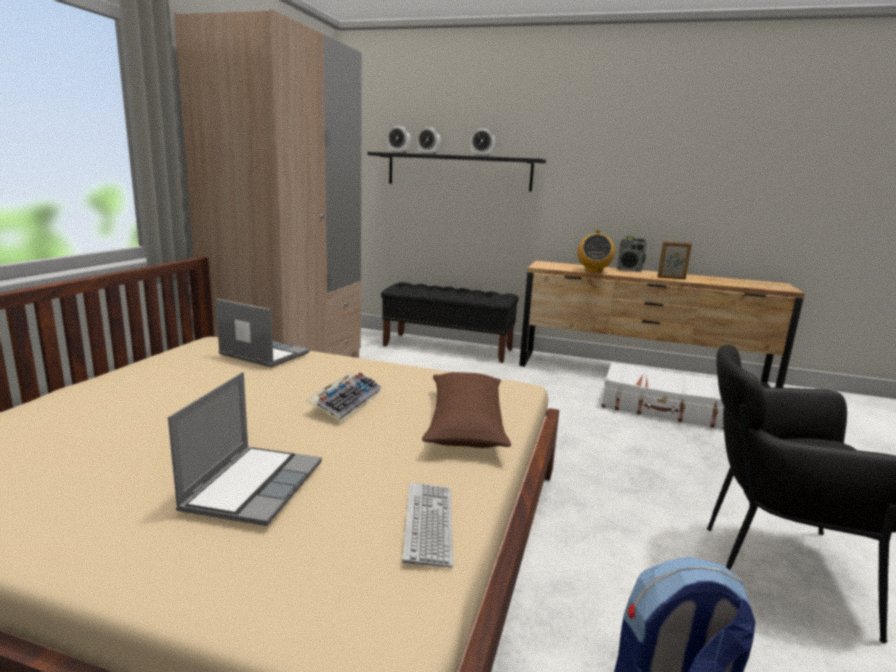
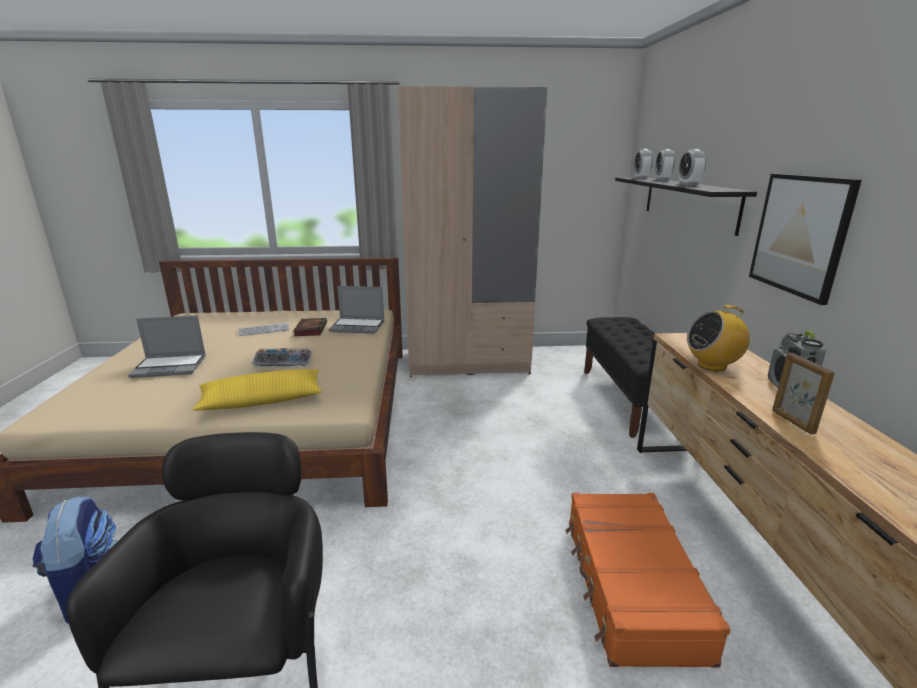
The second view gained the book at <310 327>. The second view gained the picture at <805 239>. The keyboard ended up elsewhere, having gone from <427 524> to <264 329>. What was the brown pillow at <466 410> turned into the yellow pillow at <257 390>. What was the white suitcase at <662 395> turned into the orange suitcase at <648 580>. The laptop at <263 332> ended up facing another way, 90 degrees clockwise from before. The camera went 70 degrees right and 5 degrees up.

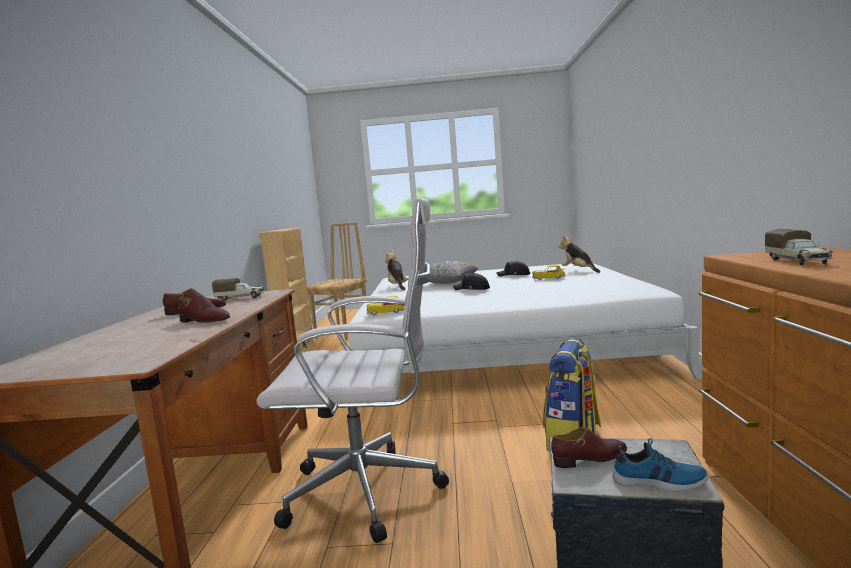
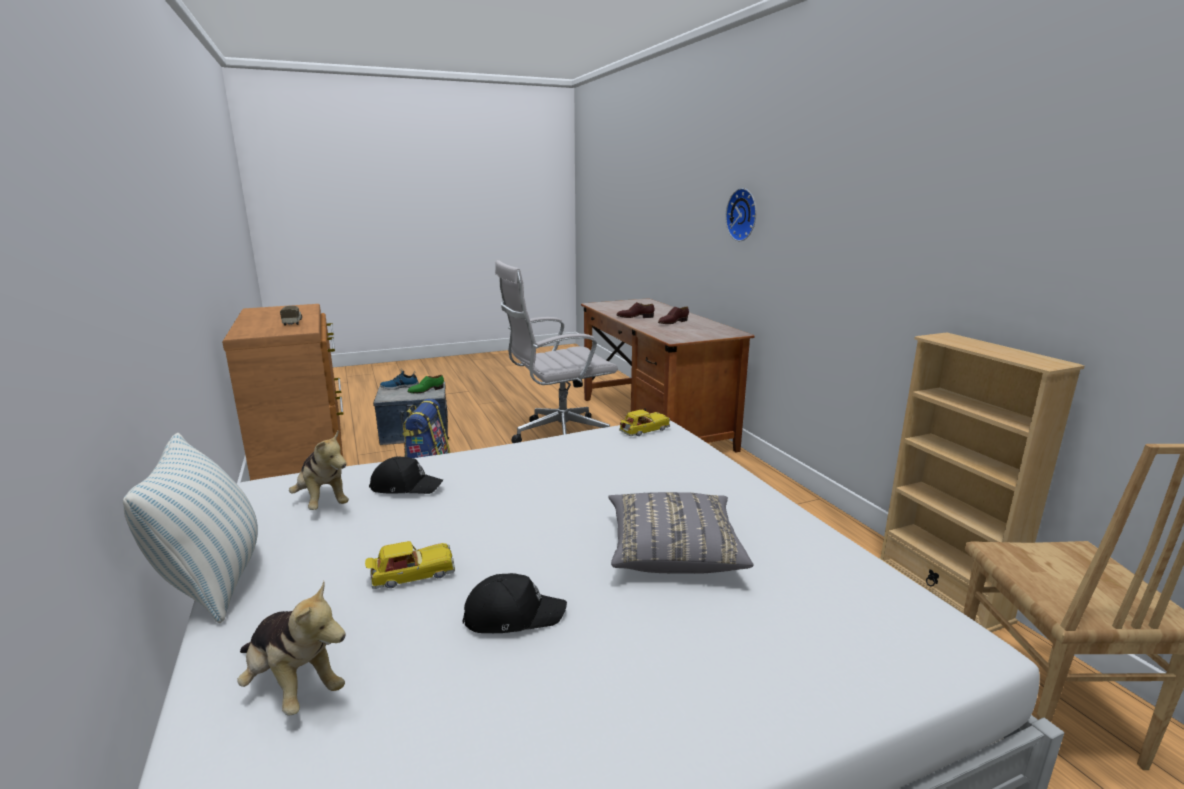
The second view lost the toy truck at <238 289>. The second view gained the pillow at <190 528>. The second view gained the wall clock at <740 214>. The plush toy ended up elsewhere, having gone from <397 270> to <319 470>. The black cap ended up elsewhere, having gone from <471 281> to <406 475>. What was the brown shoe at <589 447> turned into the green shoe at <425 384>. The camera went 155 degrees right and 10 degrees up.

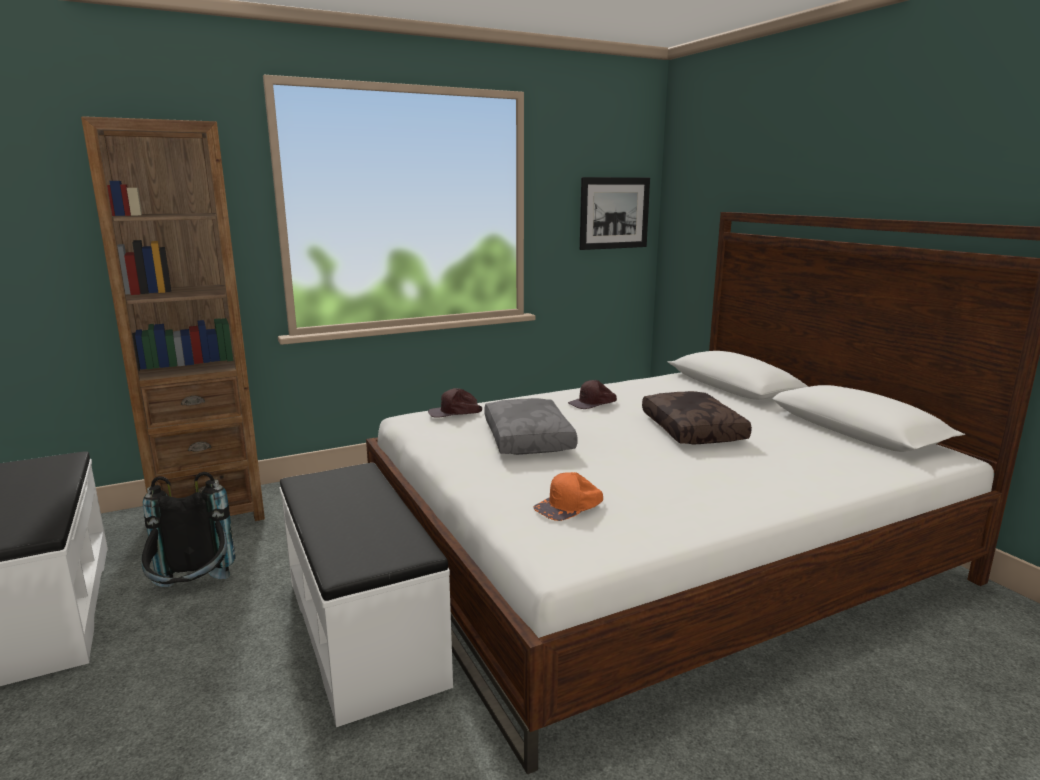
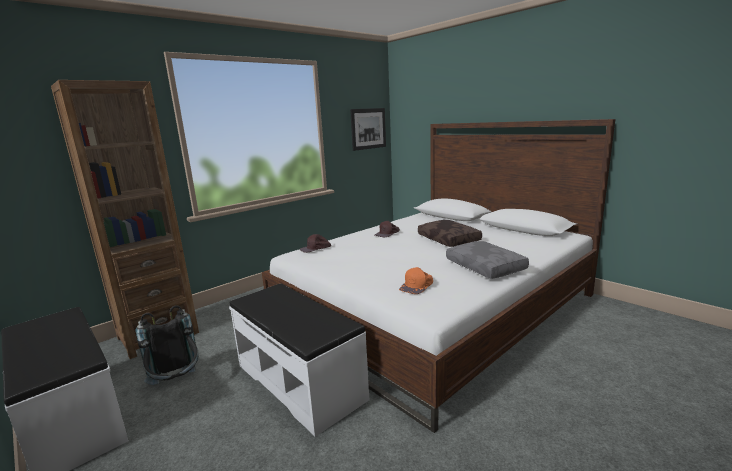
The grey pillow ended up elsewhere, having gone from <531 426> to <487 260>. The camera went 15 degrees left and 0 degrees up.

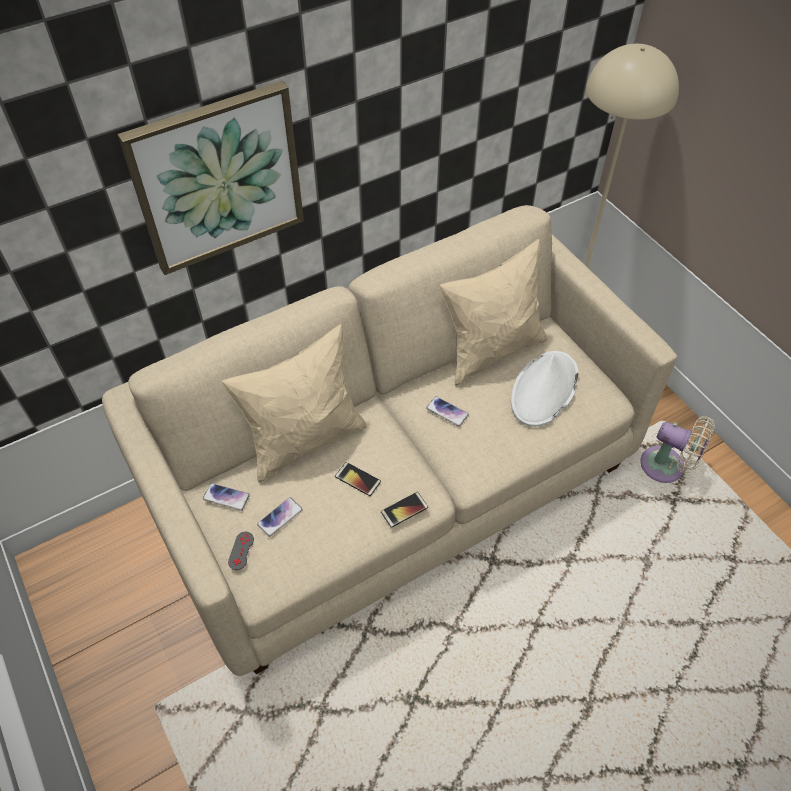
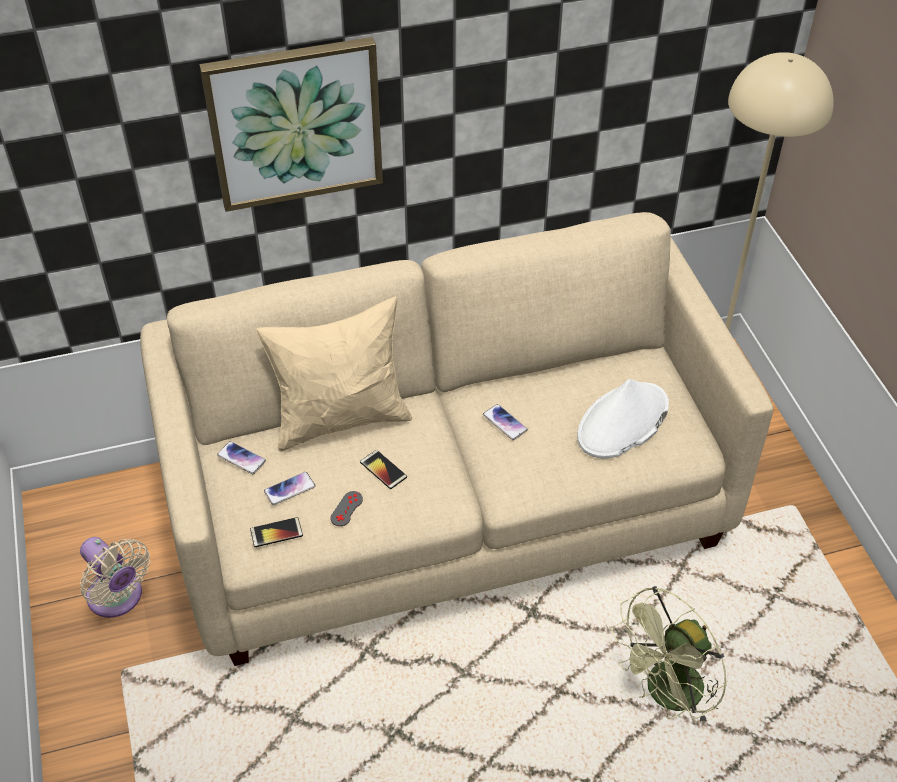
The second view lost the beige pillow at <493 312>. The second view gained the green fan at <669 656>. The grey game controller ended up elsewhere, having gone from <241 551> to <346 508>. The phone ended up elsewhere, having gone from <404 510> to <276 532>. The beige fan ended up elsewhere, having gone from <677 449> to <115 577>. The camera went 15 degrees right and 5 degrees down.

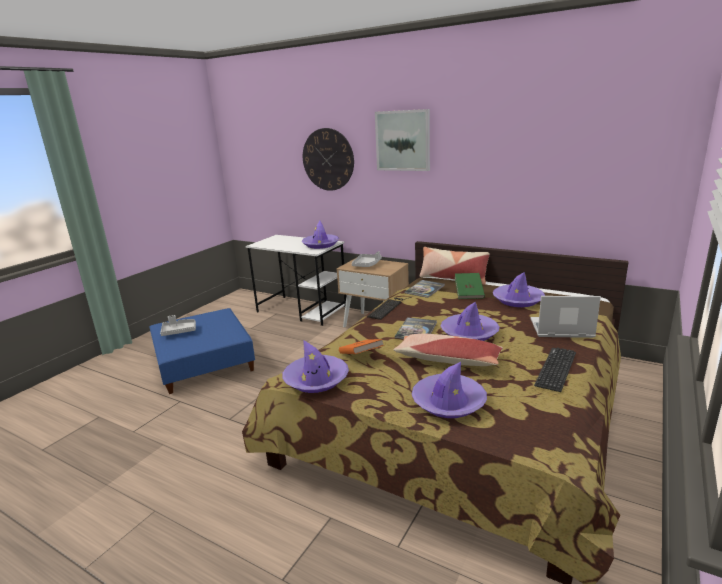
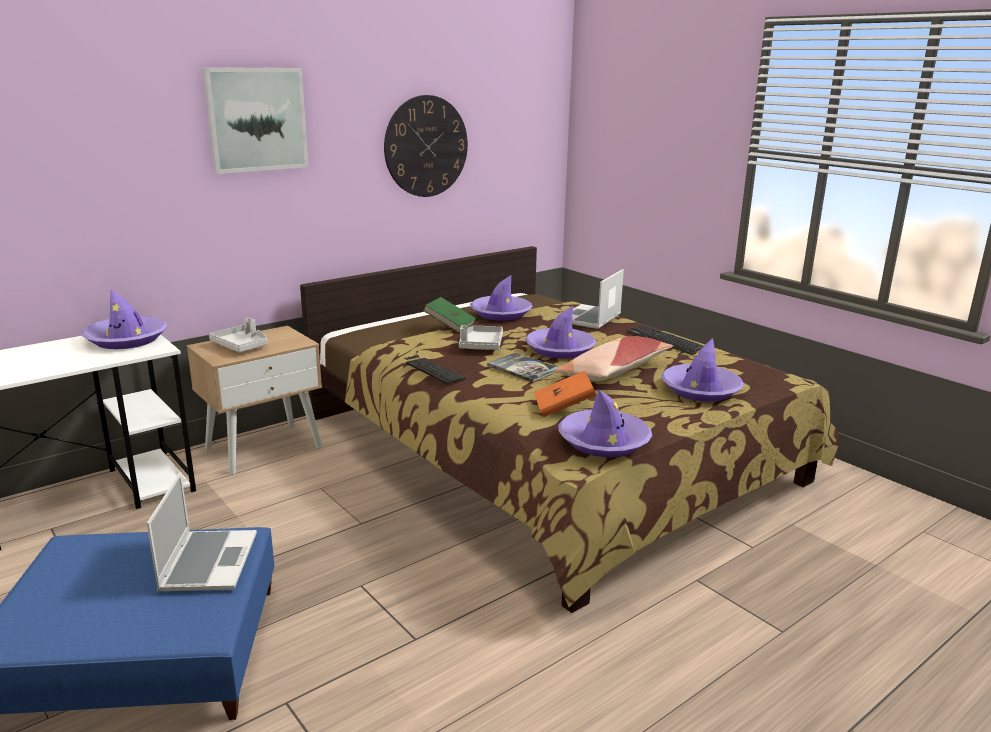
The second view lost the book at <425 289>. The second view lost the pillow at <455 266>. The second view gained the laptop at <202 531>. The grey tray ended up elsewhere, having gone from <178 325> to <481 337>. The wall clock ended up elsewhere, having gone from <328 159> to <426 146>. The camera went 70 degrees left and 0 degrees up.

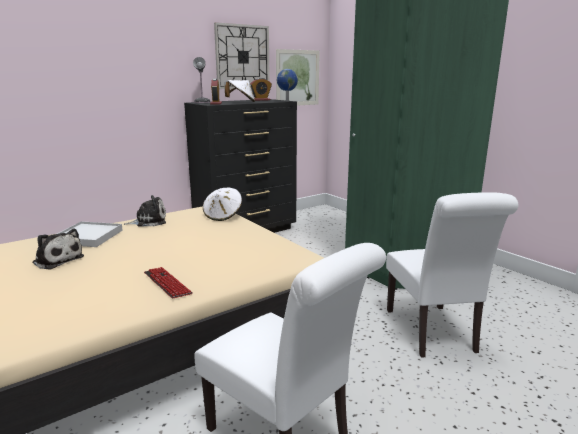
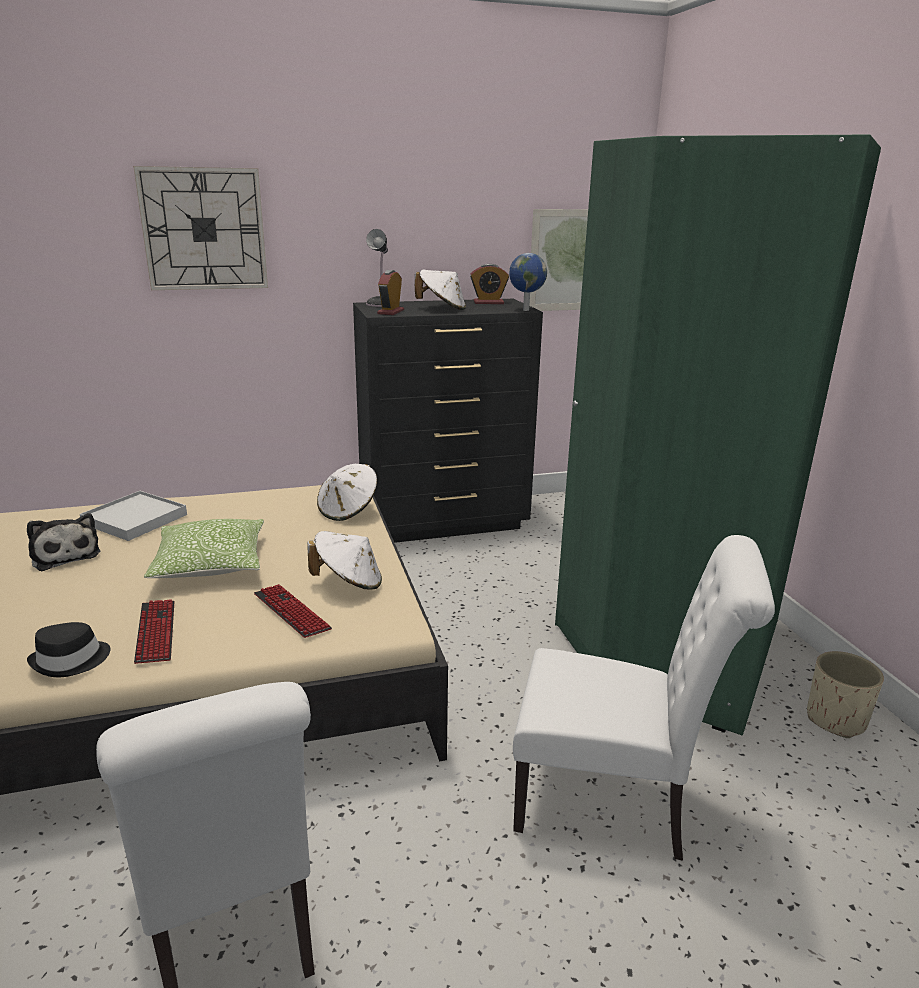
The second view lost the plush toy at <144 211>. The second view gained the black hat at <69 649>. The second view gained the pillow at <204 548>. The second view gained the keyboard at <293 611>. The second view gained the white hat at <344 560>. The second view gained the beige planter at <845 694>. The wall clock ended up elsewhere, having gone from <242 55> to <200 228>. The white chair at <452 275> ended up facing another way, 90 degrees counterclockwise from before. The camera went 20 degrees right and 5 degrees up.

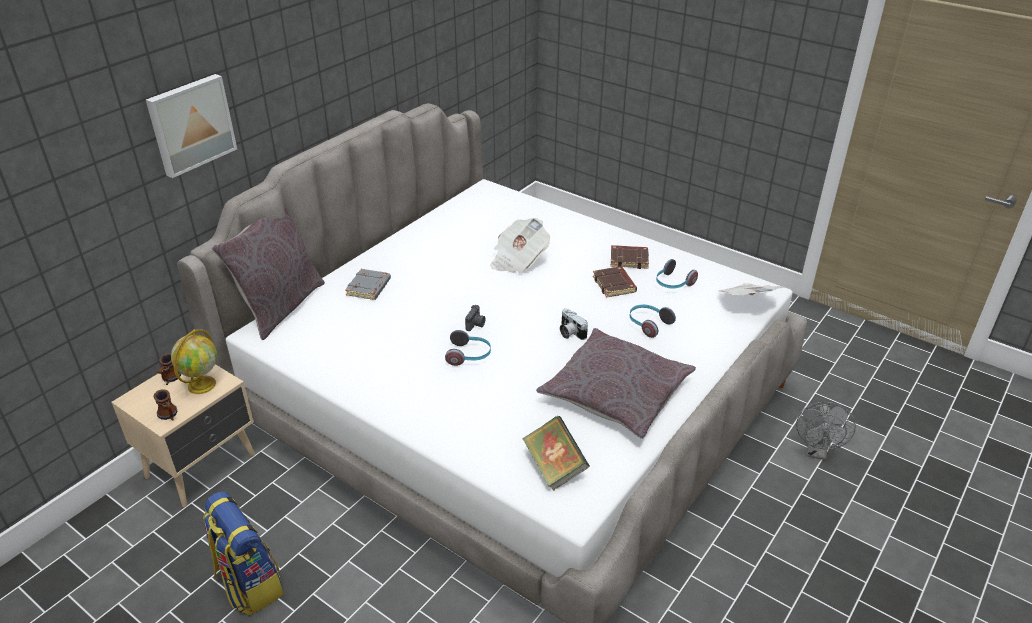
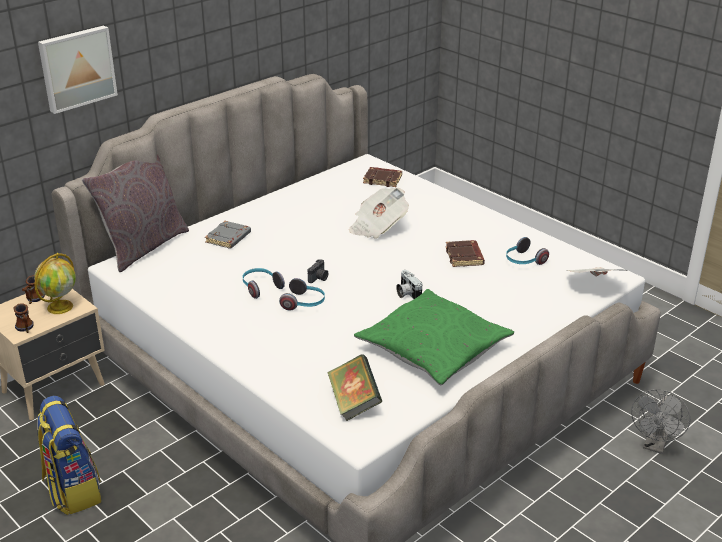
The brown book ended up elsewhere, having gone from <630 257> to <382 177>. The headphones ended up elsewhere, having gone from <652 321> to <264 283>. What was the grey pillow at <616 383> turned into the green pillow at <434 337>. The camera went 10 degrees right and 5 degrees down.

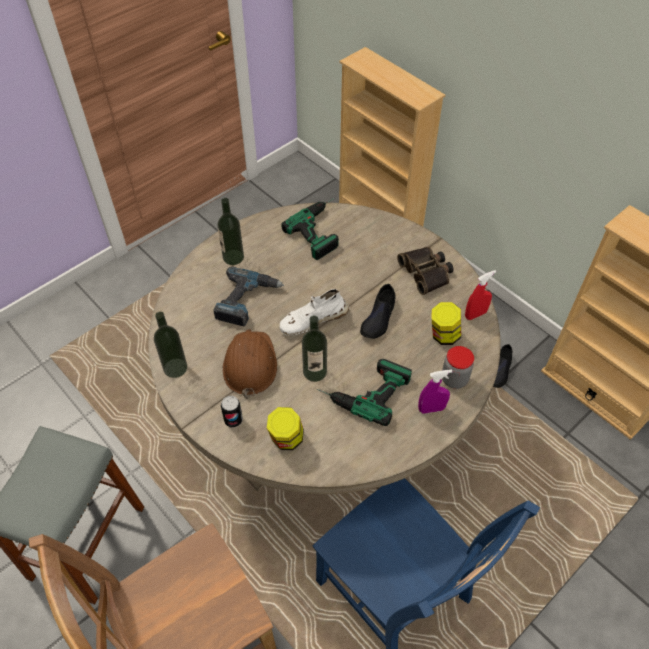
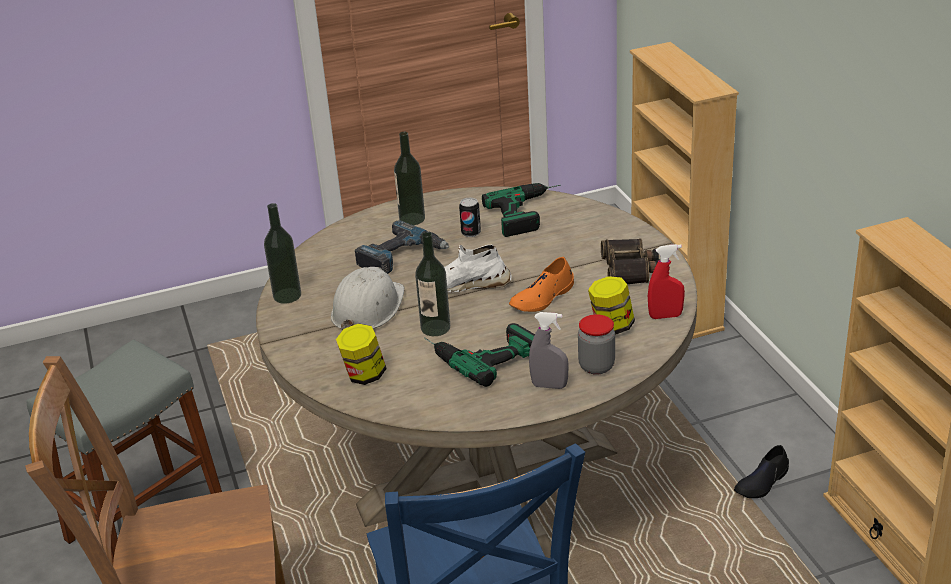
The can ended up elsewhere, having gone from <232 411> to <470 217>. What was the brown hard hat at <250 364> turned into the white hard hat at <368 298>. What was the black shoe at <377 311> turned into the orange shoe at <541 284>. What was the purple spray bottle at <435 392> turned into the grey spray bottle at <548 350>. The camera went 25 degrees right and 20 degrees down.

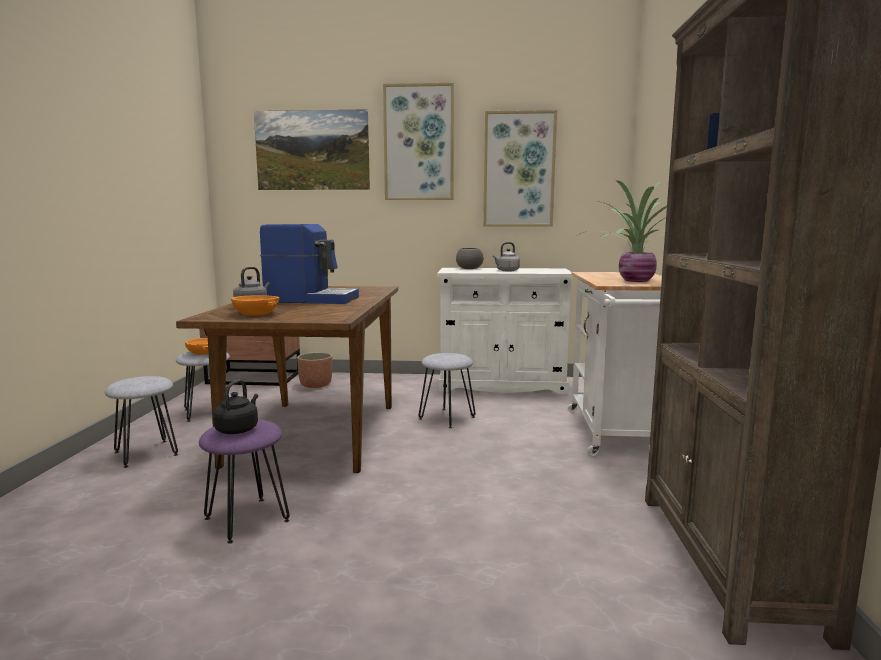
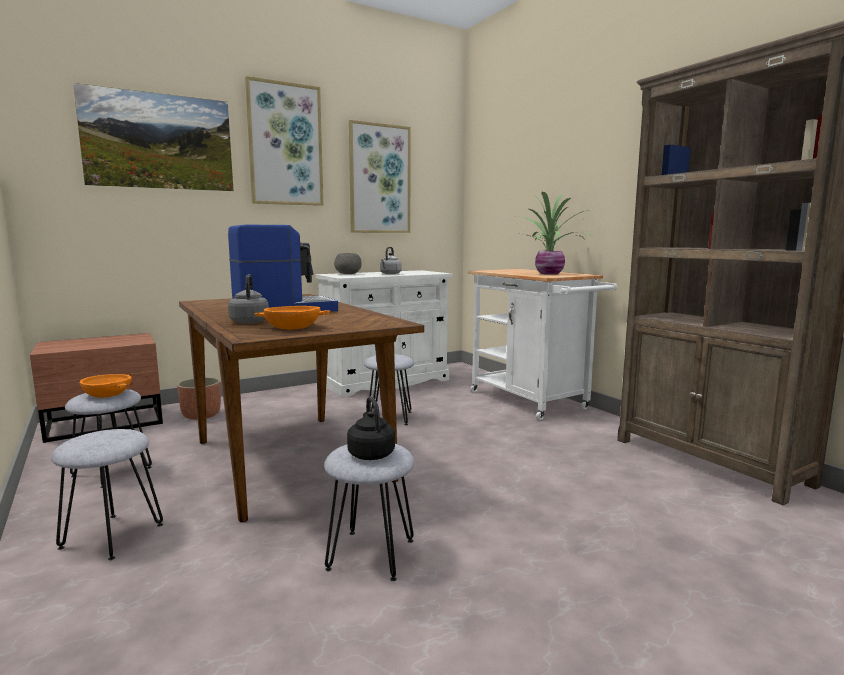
What was the purple stool at <244 481> turned into the grey stool at <369 512>. The camera went 35 degrees left and 0 degrees up.

